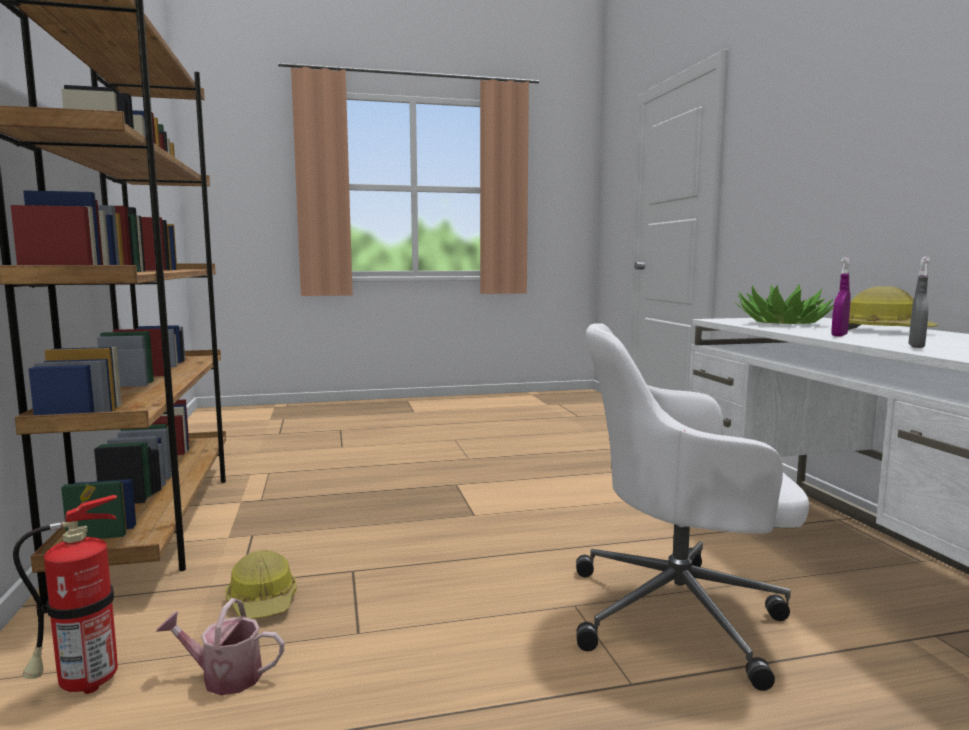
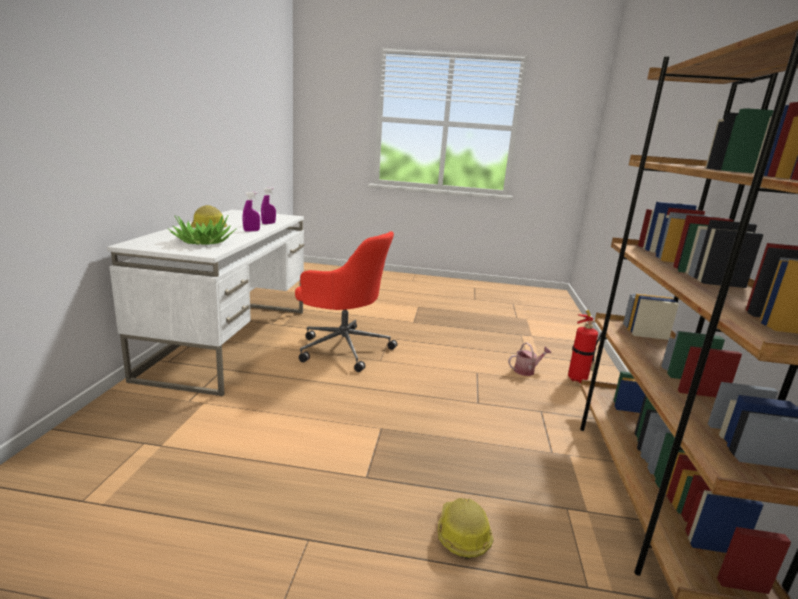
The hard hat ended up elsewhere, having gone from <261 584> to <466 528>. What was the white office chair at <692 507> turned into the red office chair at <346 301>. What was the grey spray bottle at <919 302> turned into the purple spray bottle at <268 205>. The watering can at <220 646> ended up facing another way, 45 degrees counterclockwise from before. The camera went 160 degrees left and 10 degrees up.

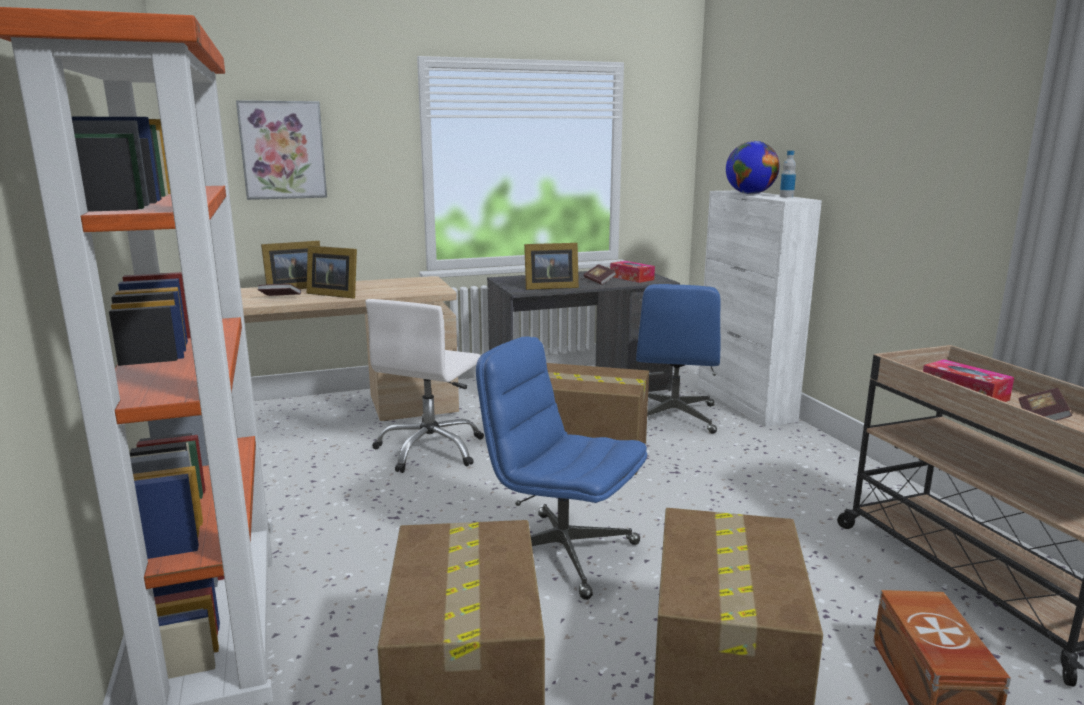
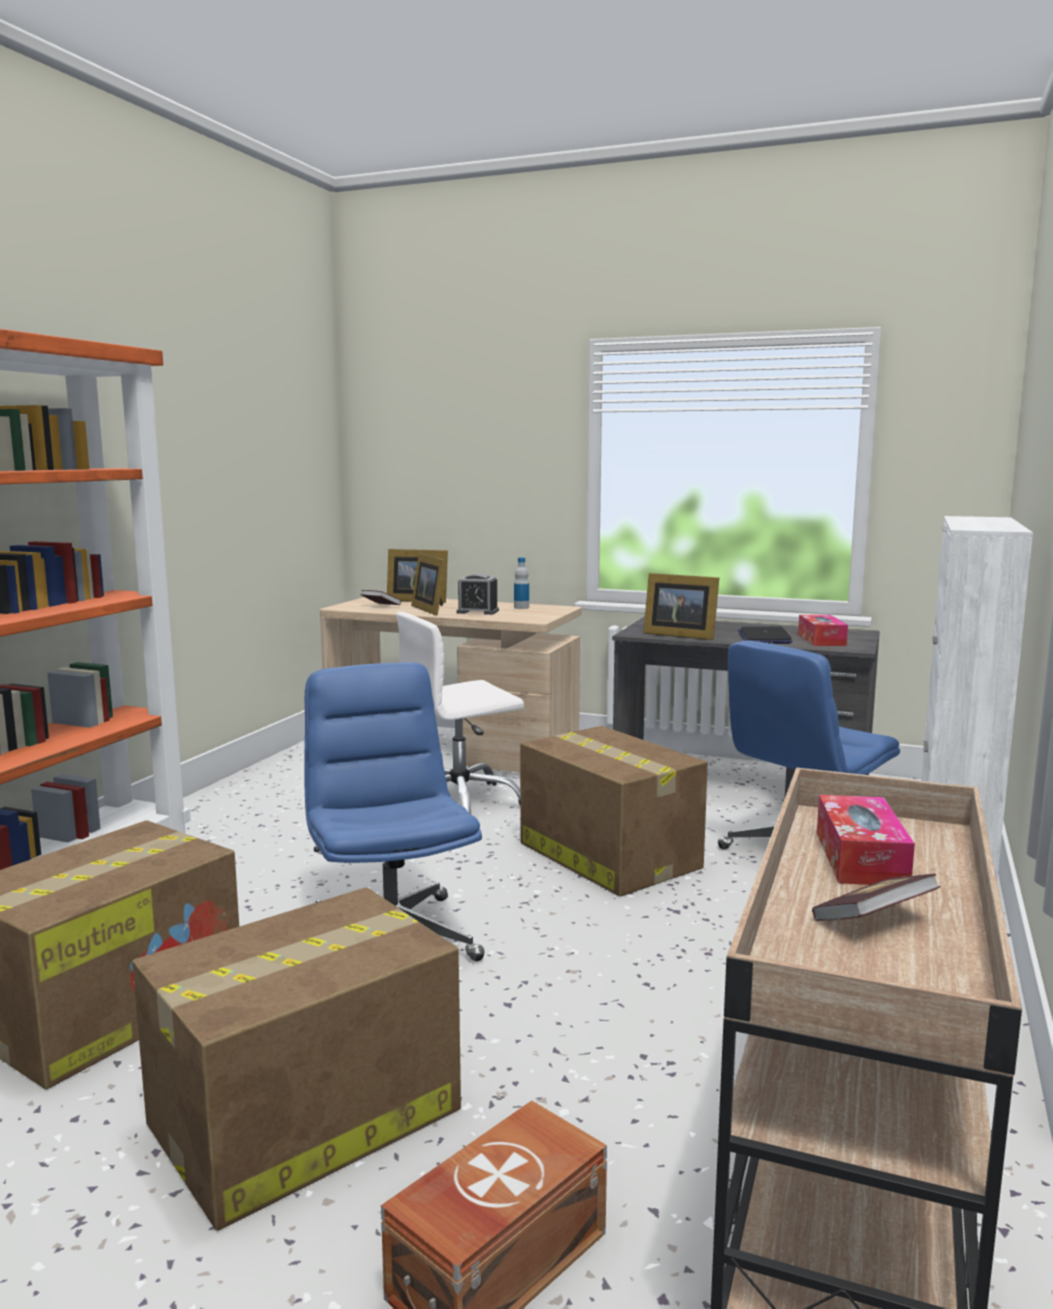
The second view lost the picture at <281 150>. The second view lost the globe at <752 167>. The second view gained the alarm clock at <478 594>. The bottle ended up elsewhere, having gone from <788 174> to <521 583>. Where the book stood at <600 274>, the laptop came to stand at <765 635>. The camera went 40 degrees right and 5 degrees down.

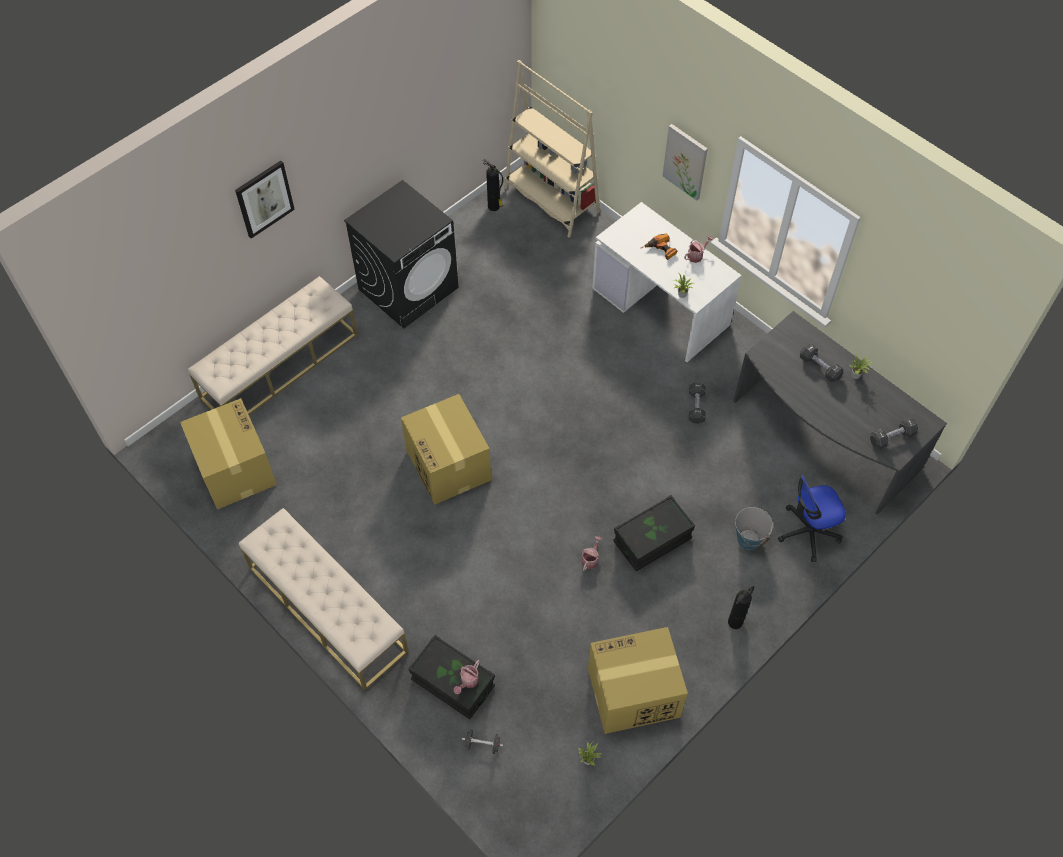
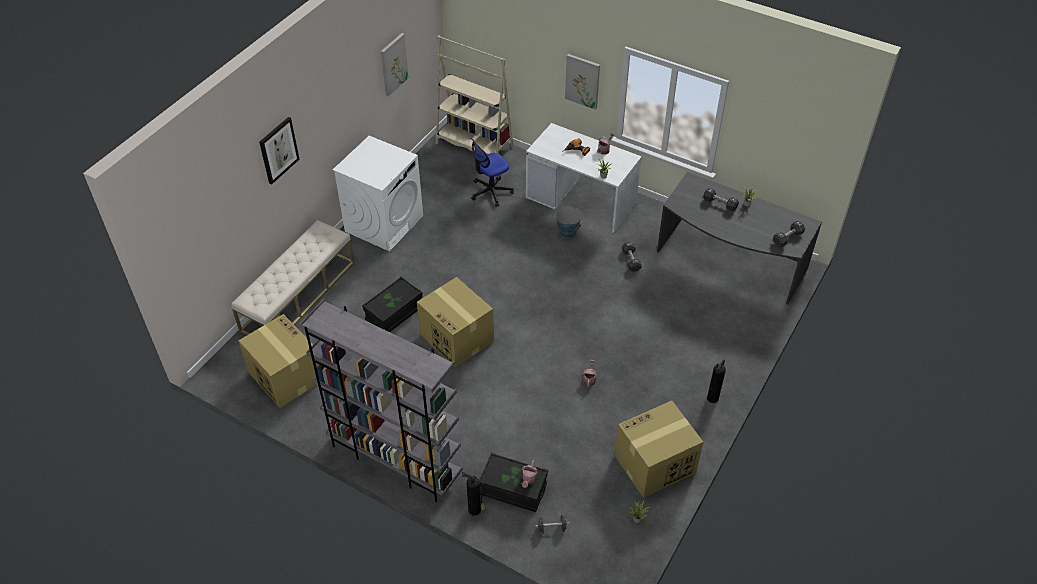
The second view gained the picture at <395 64>. The fire extinguisher ended up elsewhere, having gone from <493 185> to <474 494>. The black storage box ended up elsewhere, having gone from <654 533> to <392 304>. The bucket ended up elsewhere, having gone from <754 528> to <569 222>. The office chair ended up elsewhere, having gone from <812 518> to <492 172>. Where the beige bench stood at <324 599>, the grey bookcase came to stand at <381 400>. What was the black washing machine at <401 254> turned into the white washing machine at <378 193>. The camera went 15 degrees left and 10 degrees down.

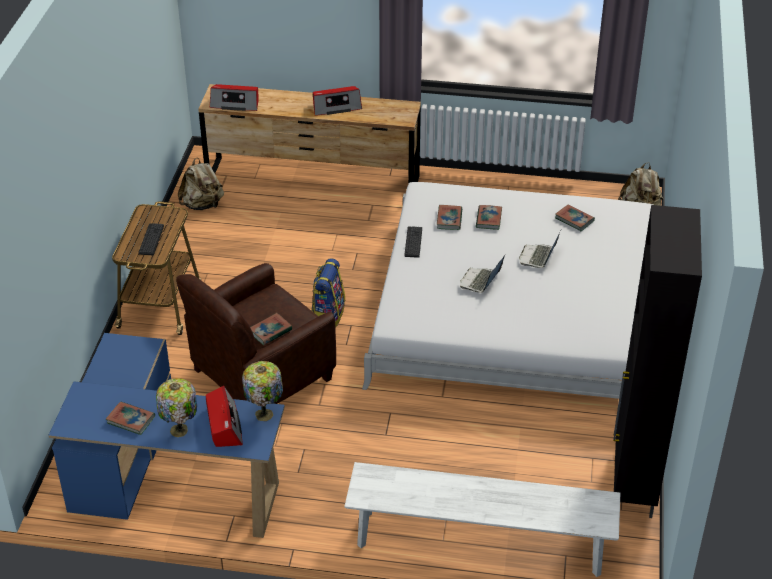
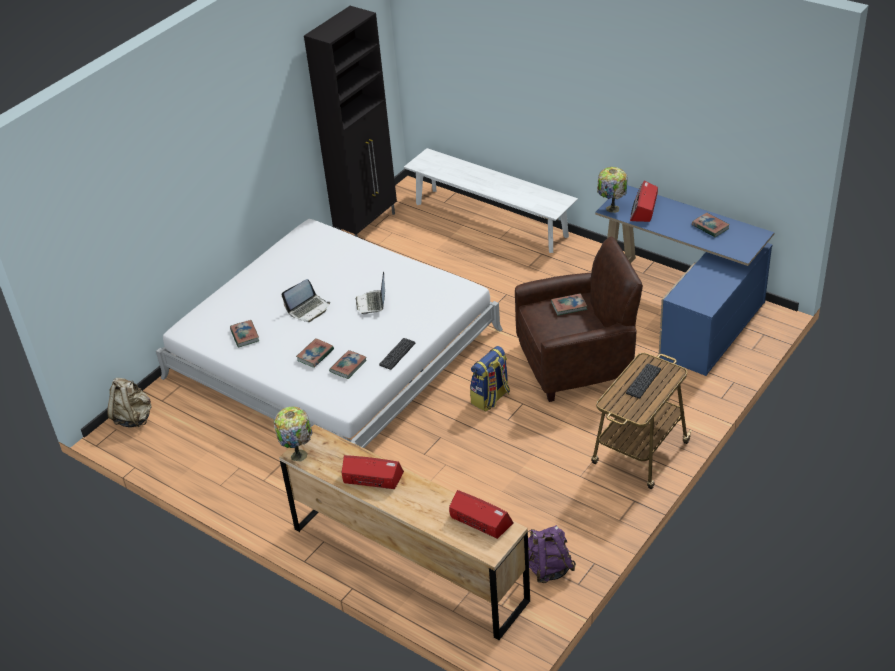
The table lamp ended up elsewhere, having gone from <176 407> to <293 433>. What was the beige backpack at <201 184> turned into the purple backpack at <552 554>. The laptop at <482 274> ended up facing another way, 120 degrees clockwise from before. The camera went 150 degrees left and 0 degrees up.

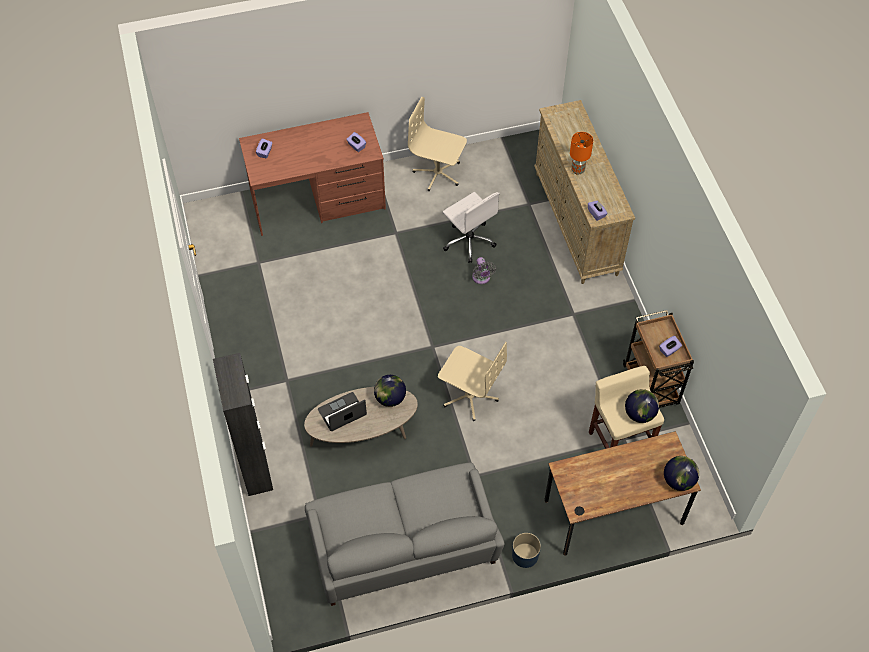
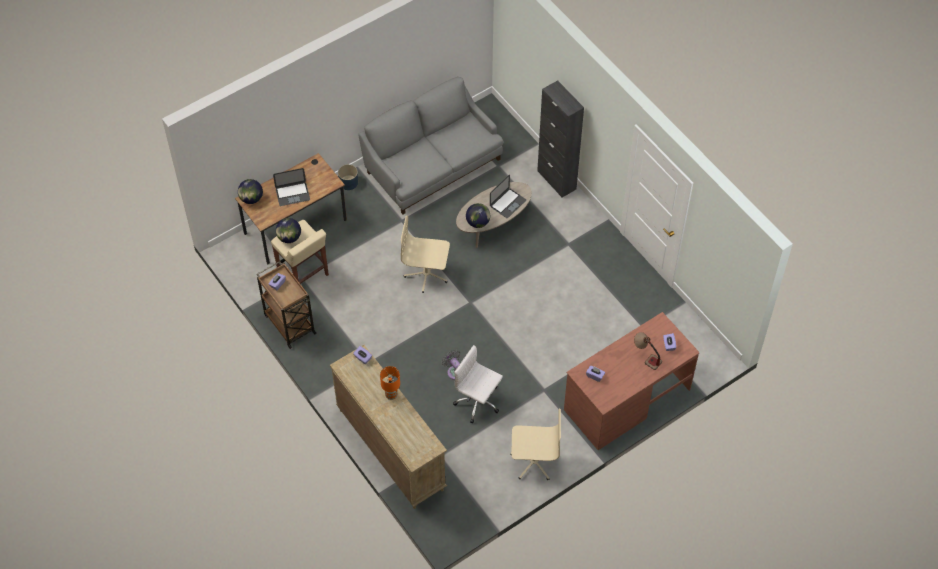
The second view gained the laptop at <291 187>. The second view gained the table lamp at <648 351>. The camera went 160 degrees right and 0 degrees up.

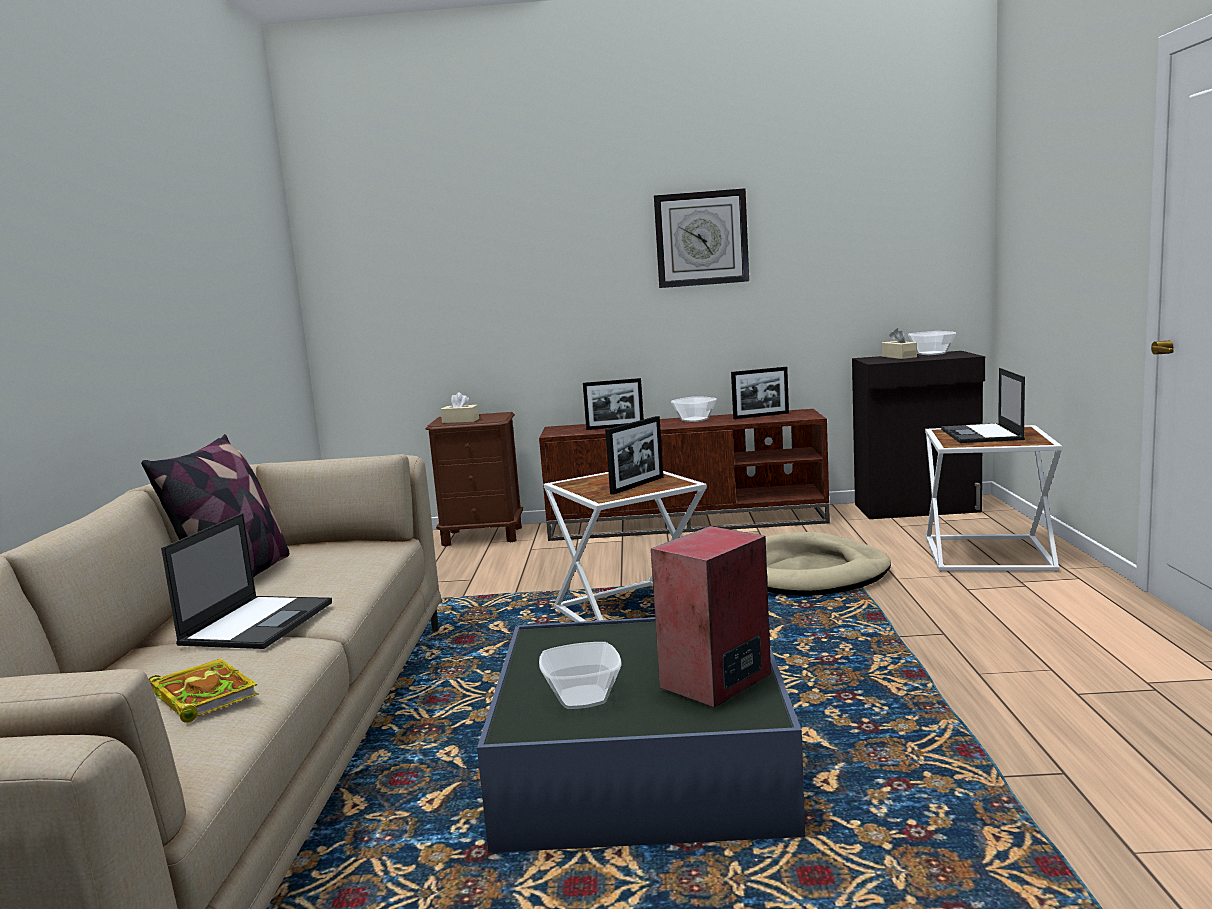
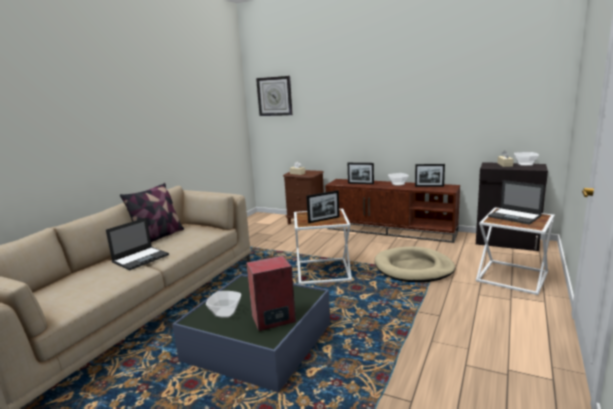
The second view lost the book at <204 690>. The wall clock ended up elsewhere, having gone from <701 238> to <274 96>. The laptop at <983 405> ended up facing another way, 75 degrees counterclockwise from before. The camera went 25 degrees right and 5 degrees up.

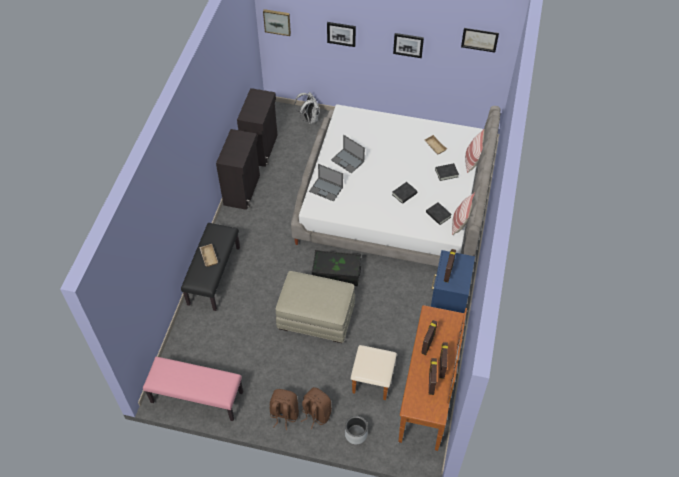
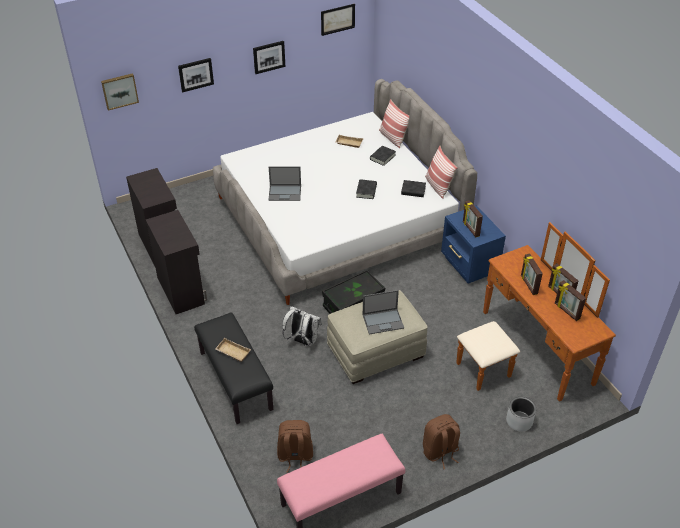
The white backpack ended up elsewhere, having gone from <307 108> to <302 326>. The brown backpack ended up elsewhere, having gone from <316 408> to <295 446>. The laptop ended up elsewhere, having gone from <326 183> to <383 312>. The camera went 40 degrees left and 10 degrees down.

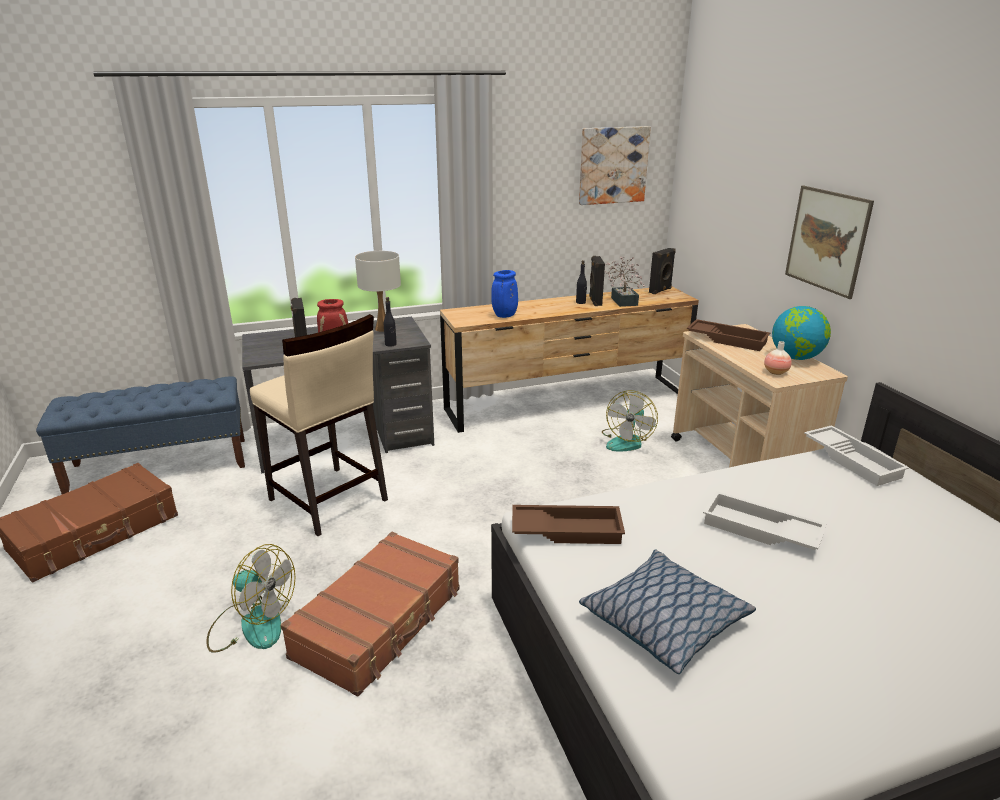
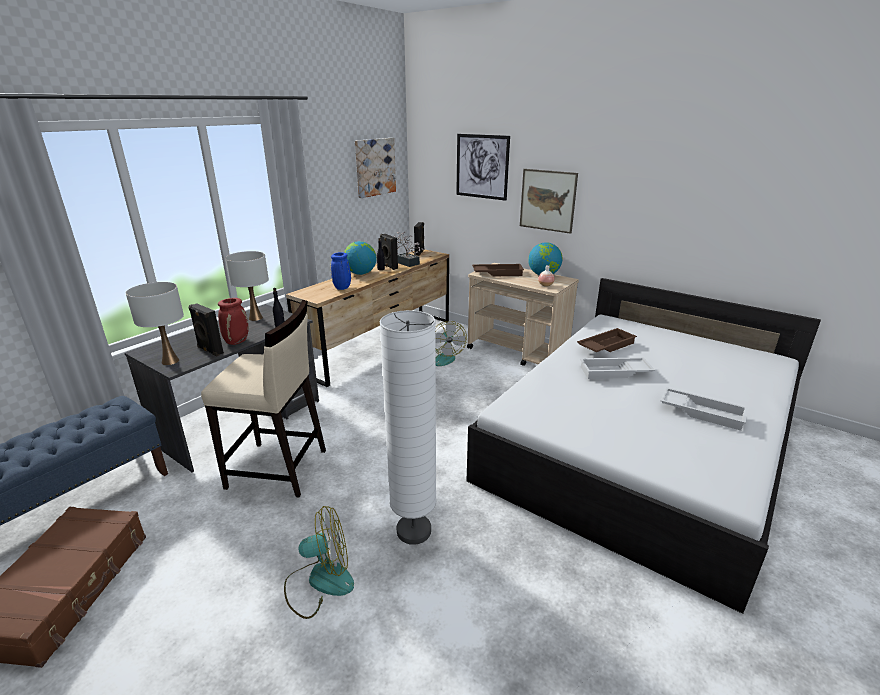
The second view lost the pillow at <667 611>. The second view gained the white table lamp at <155 323>. The second view gained the globe at <360 258>. The second view gained the picture at <483 167>. The brown tray ended up elsewhere, having gone from <568 524> to <607 340>. The white tray ended up elsewhere, having gone from <856 455> to <704 408>. Where the brown suitcase stood at <370 614>, the white floor lamp came to stand at <408 427>. The camera went 35 degrees left and 0 degrees up.

